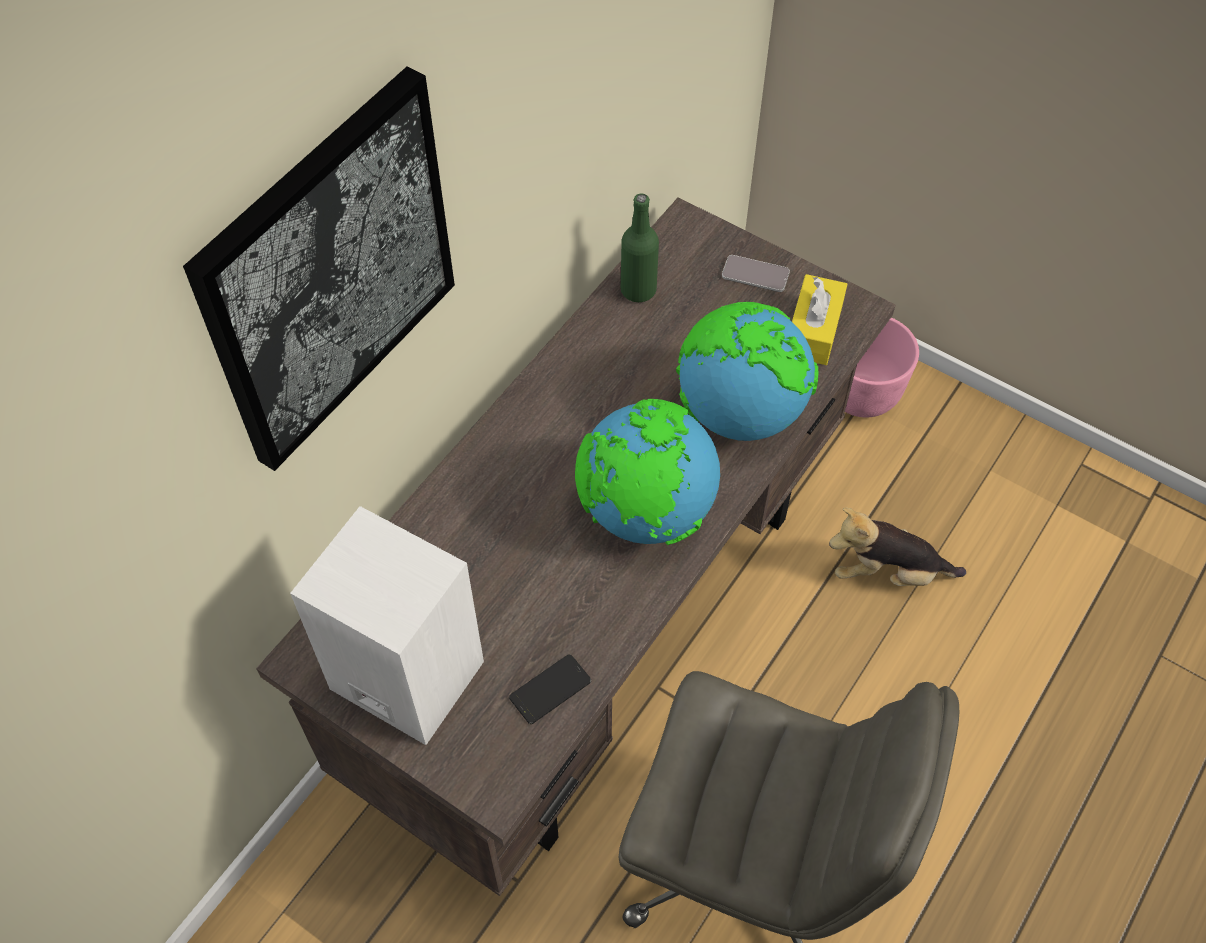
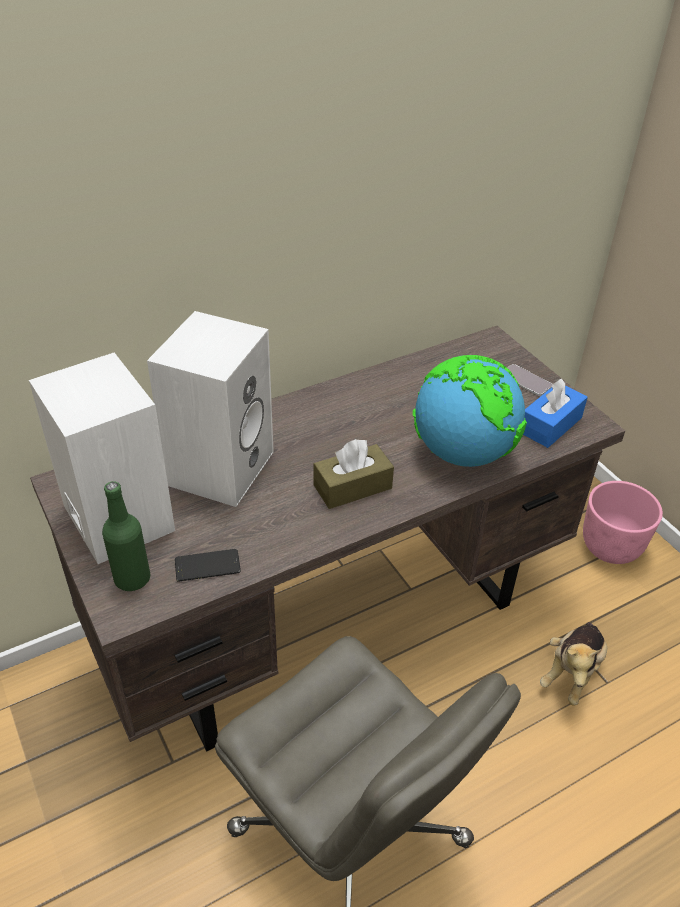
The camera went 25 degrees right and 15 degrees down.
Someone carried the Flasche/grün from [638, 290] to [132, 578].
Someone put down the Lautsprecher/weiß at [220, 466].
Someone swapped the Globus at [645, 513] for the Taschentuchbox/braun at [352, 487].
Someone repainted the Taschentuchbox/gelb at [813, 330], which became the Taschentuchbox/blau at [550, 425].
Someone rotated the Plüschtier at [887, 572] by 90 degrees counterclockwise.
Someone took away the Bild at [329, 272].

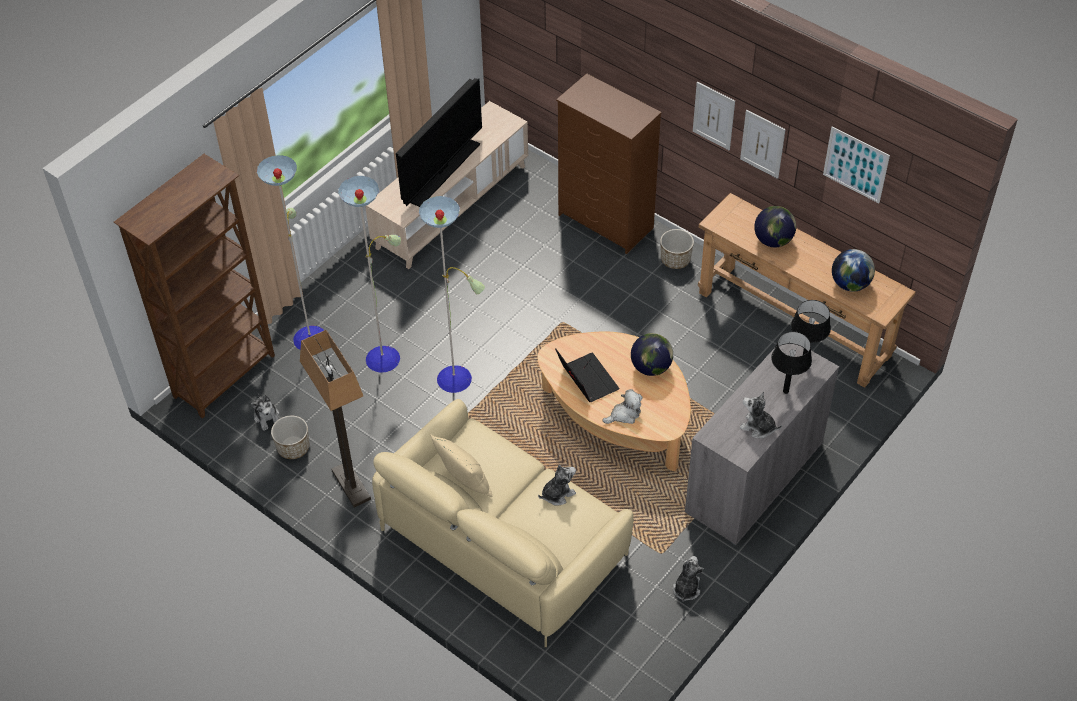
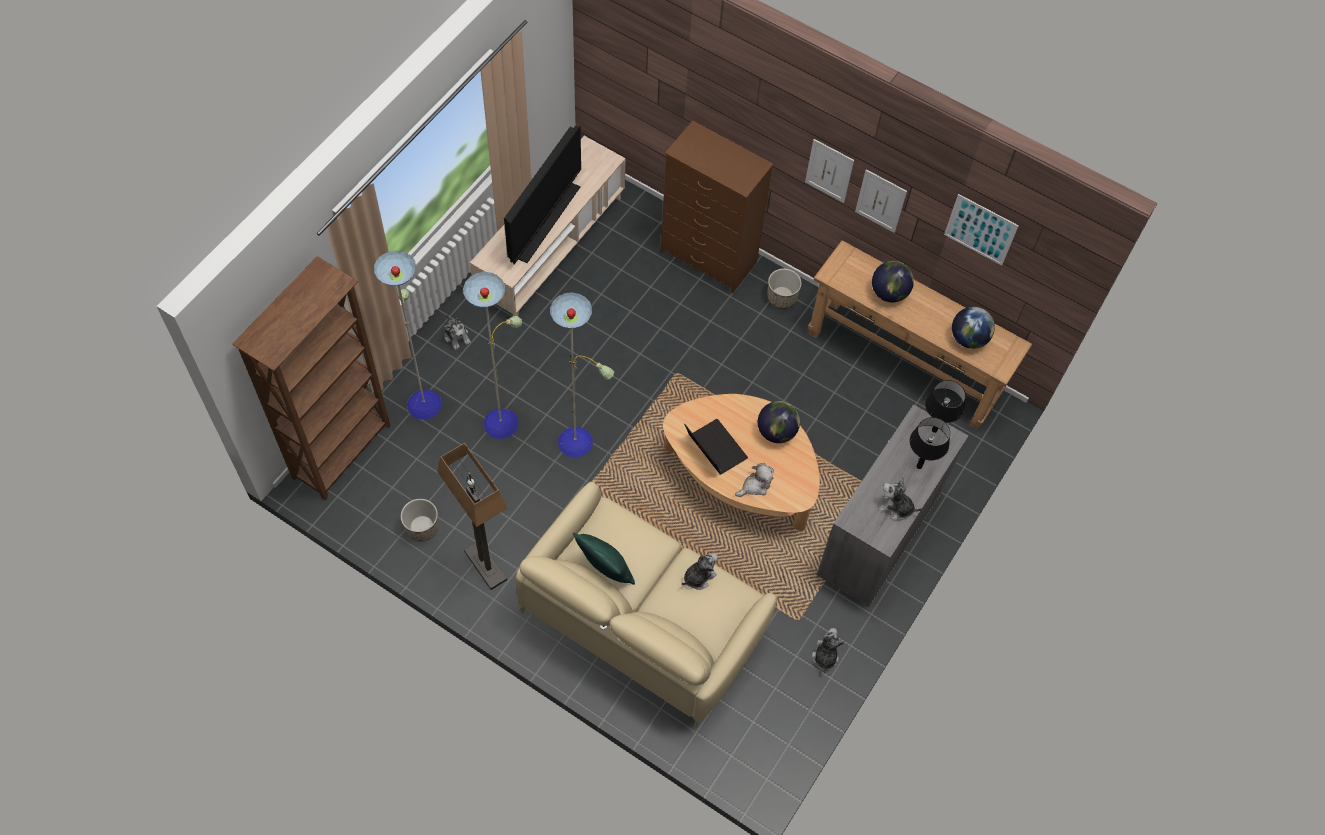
The camera went 10 degrees left and 10 degrees up.
Someone carried the Plüschtier from [267, 417] to [457, 336].
Someone repainted the Kissen/beige at [464, 482], which became the Kissen/grün at [605, 569].

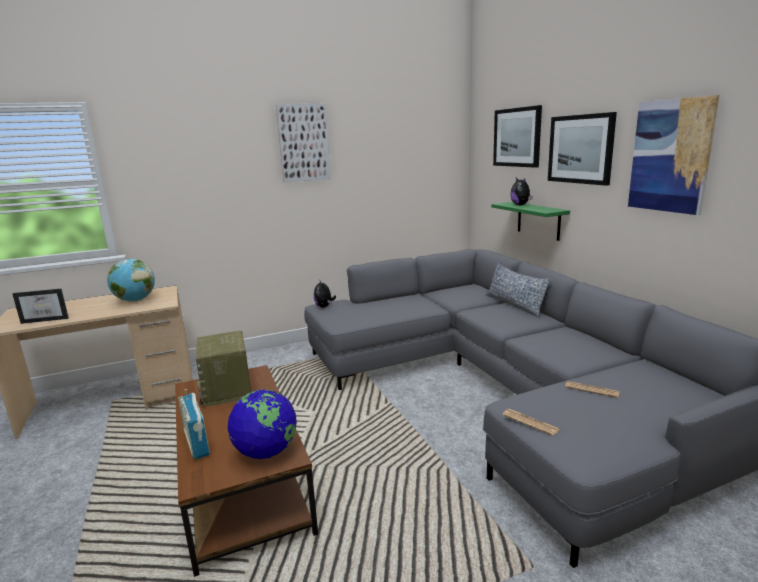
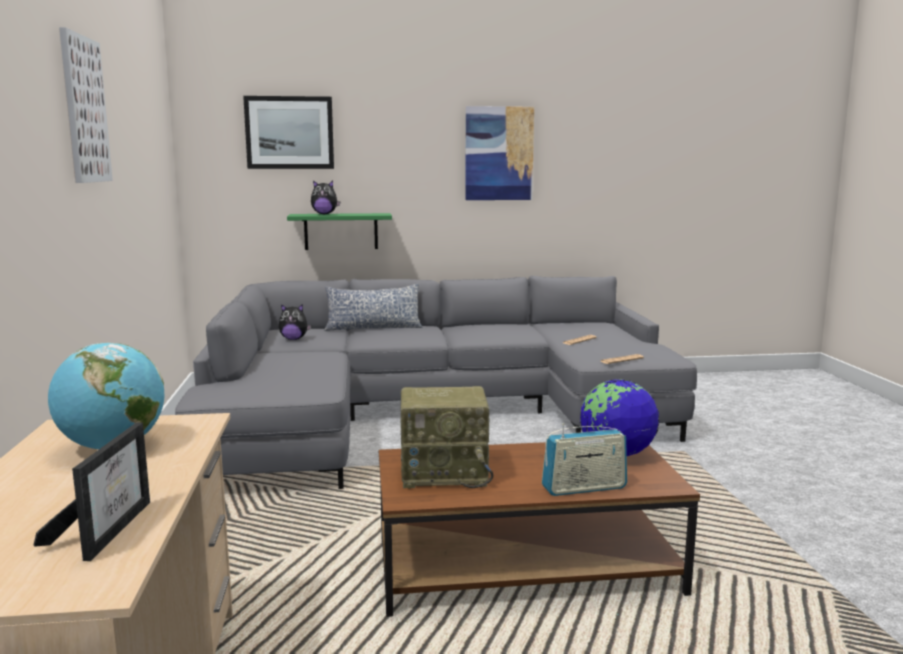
The camera went 75 degrees left and 5 degrees down.
Someone carried the Plüschtier from [324, 306] to [294, 339].
Someone took away the Bild at [580, 149].

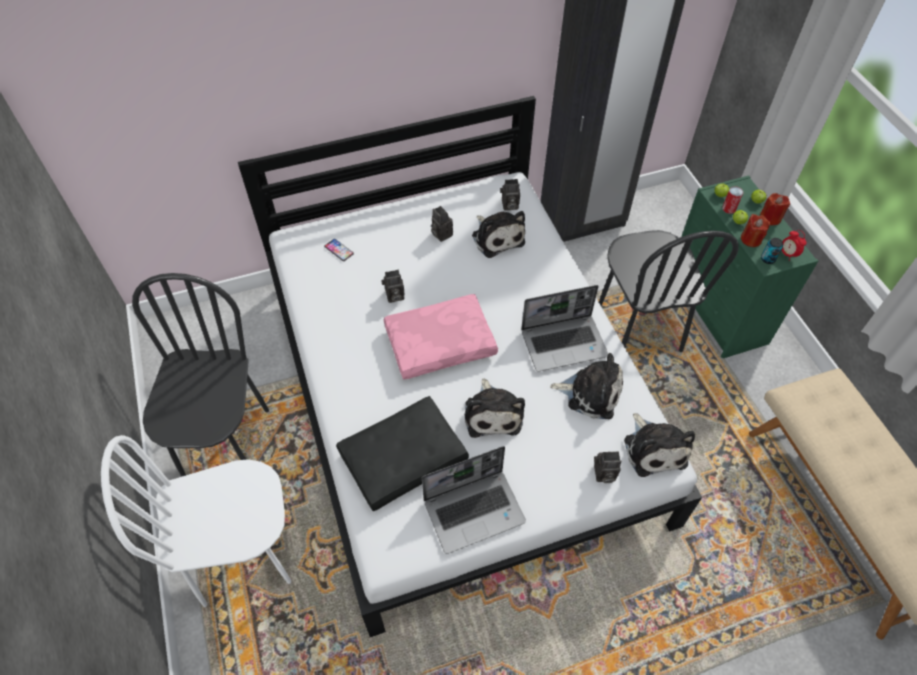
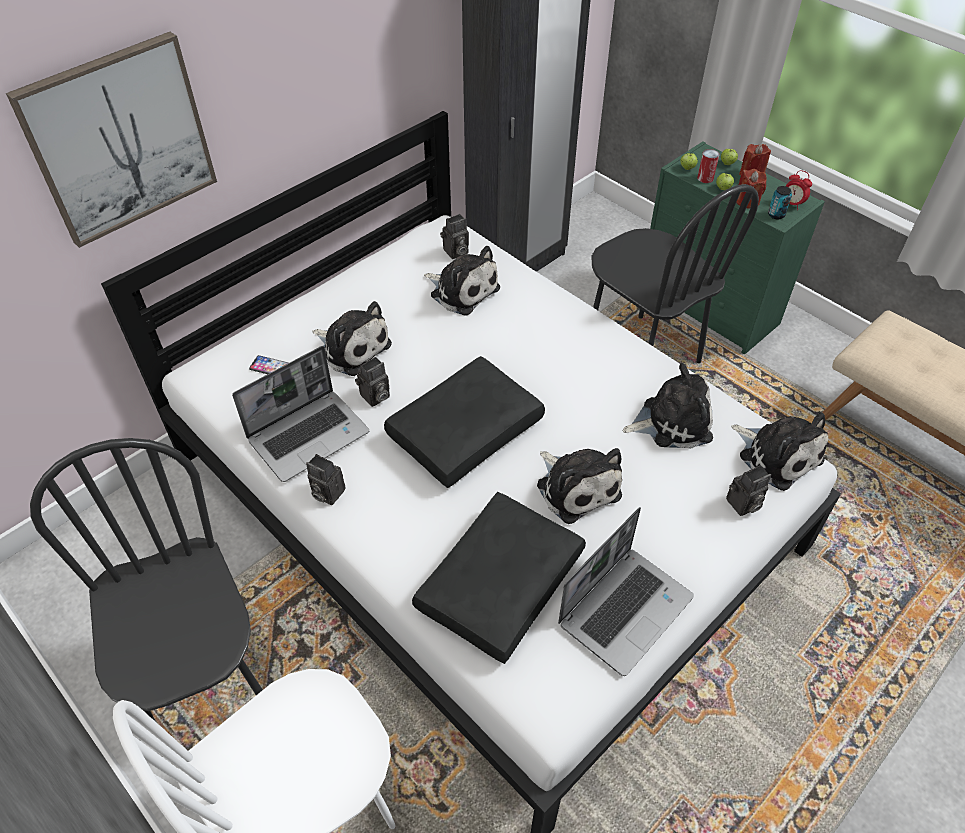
The camera went 25 degrees left and 5 degrees down.
Someone put up the Bild at [120, 140].
Someone carried the Laptop from [564, 343] to [309, 435].
Someone carried the Kamera from [440, 234] to [326, 493].
Someone put down the Plüschtier at [351, 348].
Someone repainted the Kissen/rosa at [440, 342], which became the Kissen/schwarz at [464, 429].

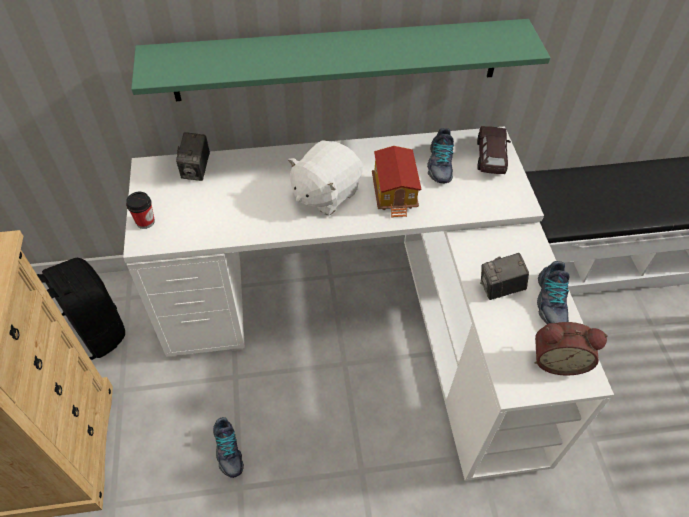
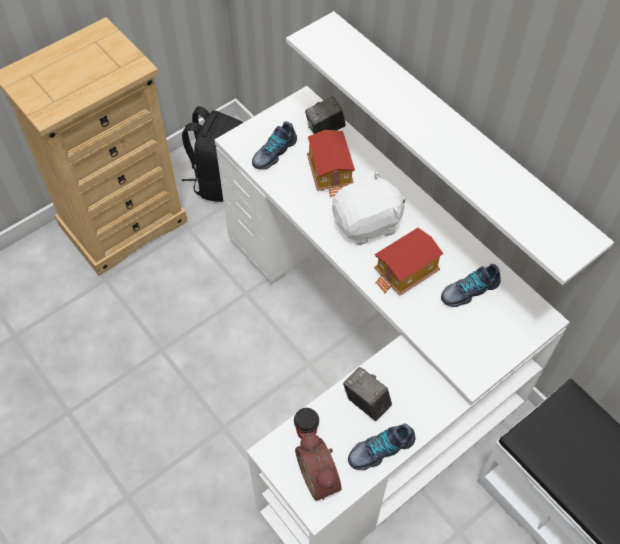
The camera went 60 degrees right and 5 degrees up.
Someone carried the Schuh from [227, 450] to [273, 152].
Someone repainted the Wandregal/grün at [337, 60], which became the Wandregal/weiß at [455, 137].
Someone carried the Tasse from [145, 221] to [306, 431].
Someone put down the Spielzeughaus at [331, 173].
Someone rotated the Plüschtier/weiß at [325, 193] by 150 degrees clockwise.
Someone took away the Spielzeugauto/braun at [490, 157].

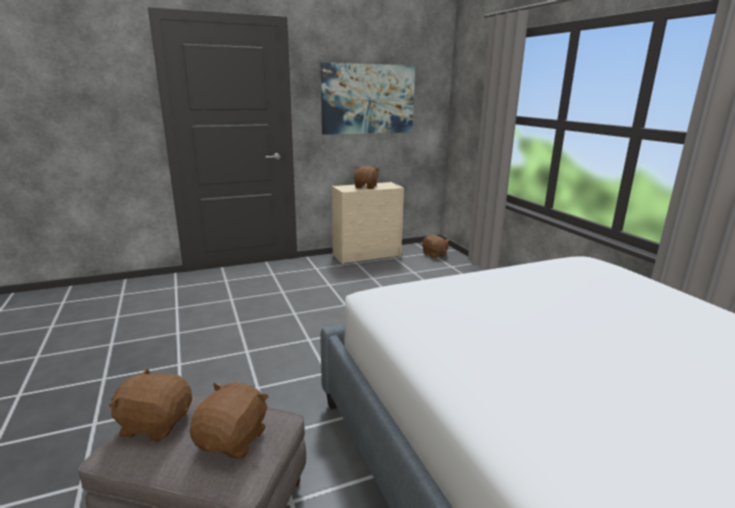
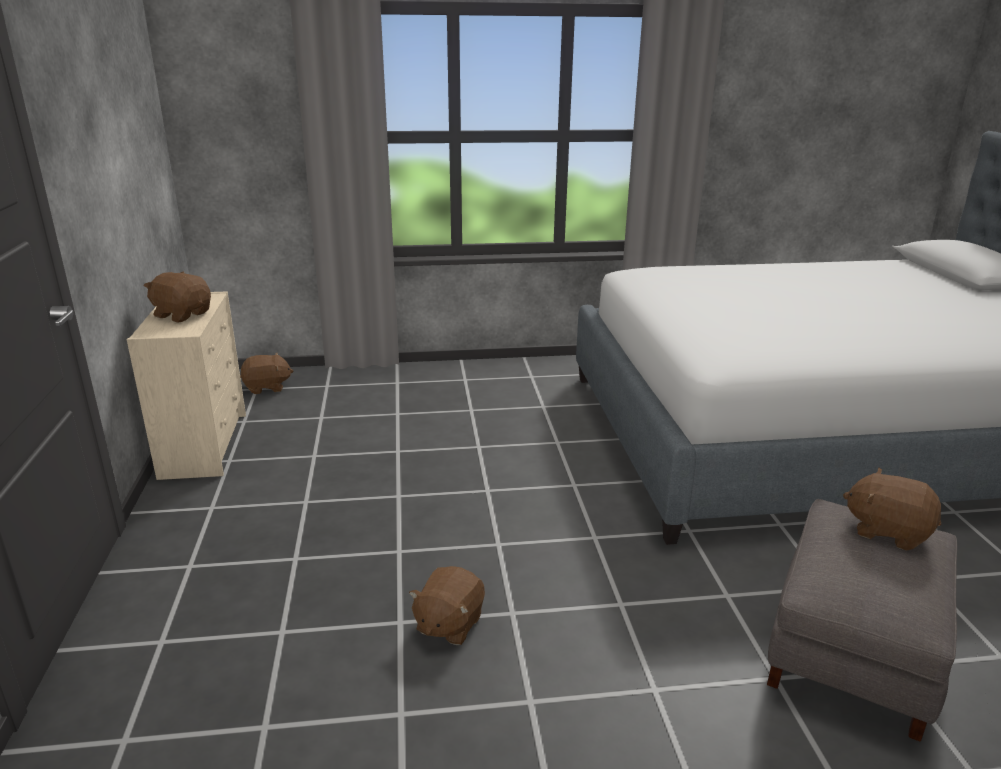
The camera went 75 degrees left and 5 degrees up.
Someone carried the Plüschtier/braun from [155, 424] to [448, 624].
Someone took away the Bild at [368, 99].

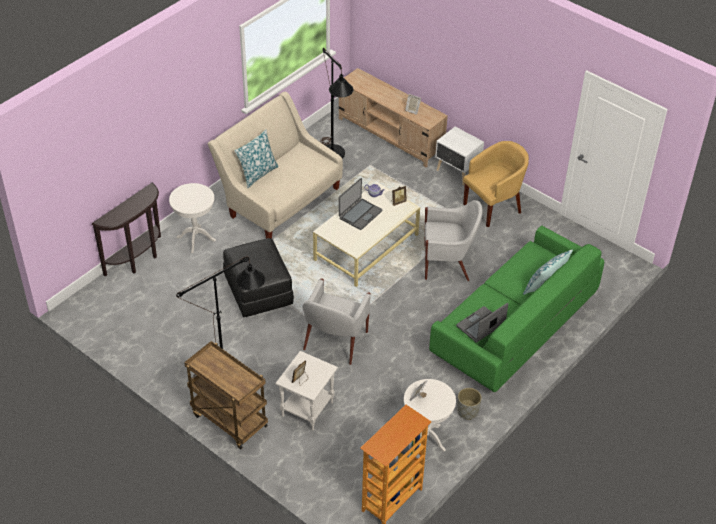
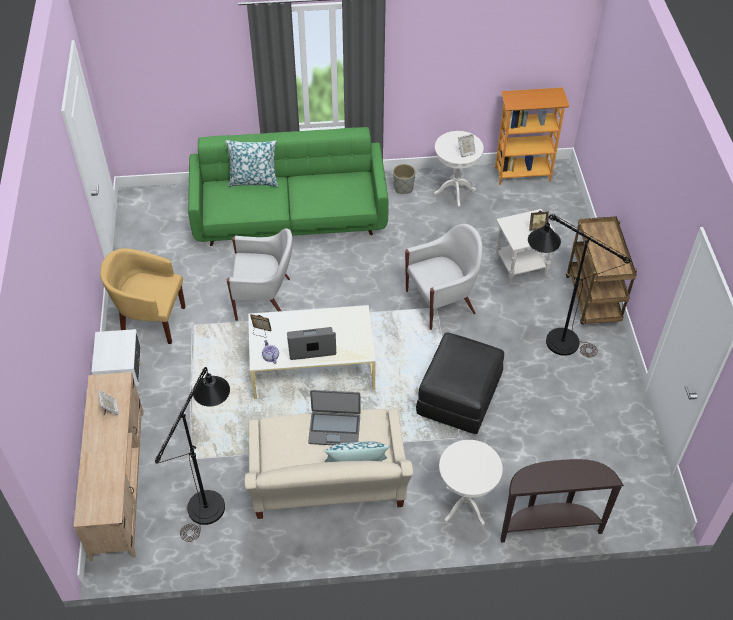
The camera went 135 degrees left and 5 degrees up.
Someone rotated the Sessel/weiß at [448, 263] by 135 degrees clockwise.
Someone carried the Laptop from [481, 325] to [334, 428].

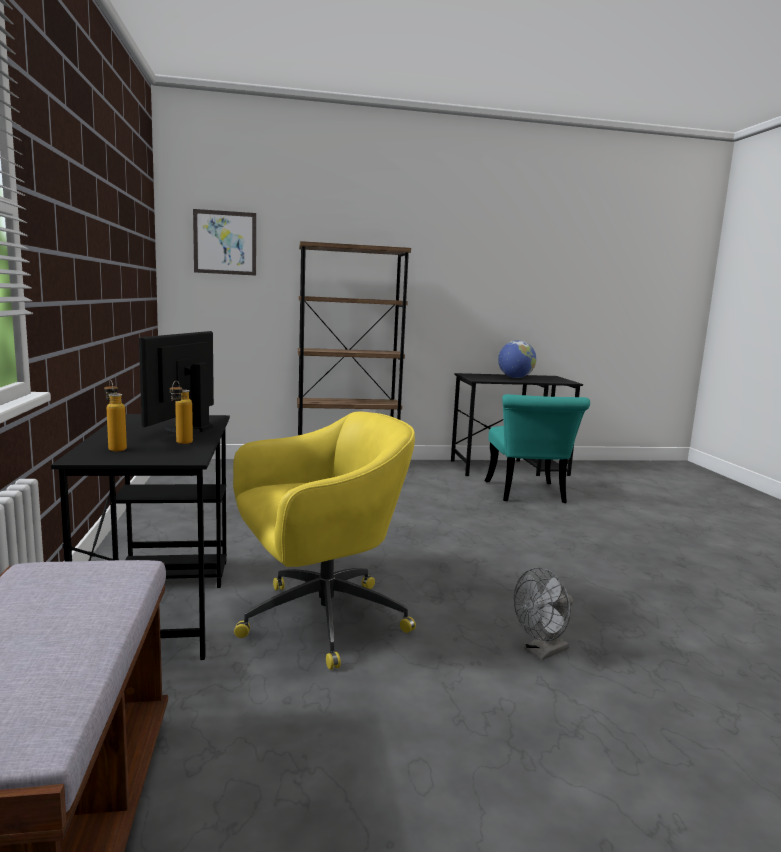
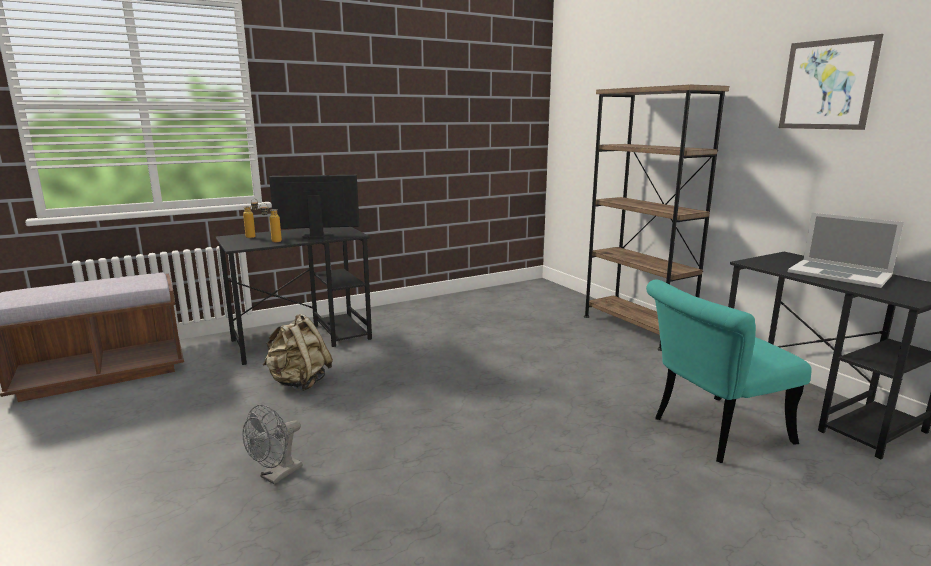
The camera went 70 degrees right and 5 degrees up.
Someone rotated the Ventilator/grau at [542, 652] by 90 degrees counterclockwise.
Someone swapped the Bürostuhl/gelb at [319, 620] for the Rucksack/beige at [299, 383].
Someone carried the Bild from [225, 242] to [827, 84].
Someone swapped the Globus at [515, 378] for the Laptop at [839, 273].

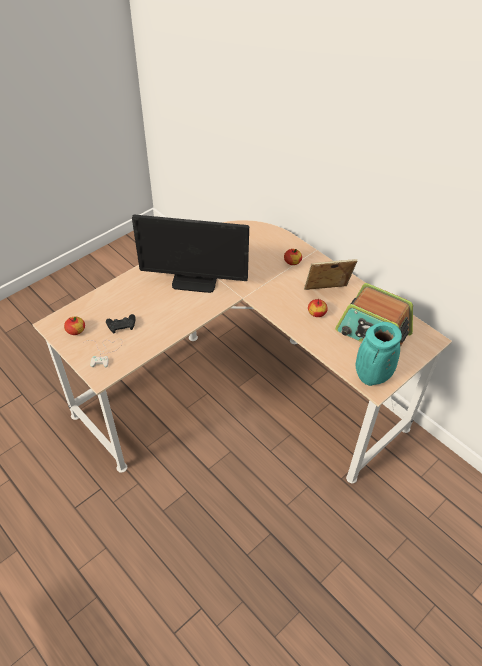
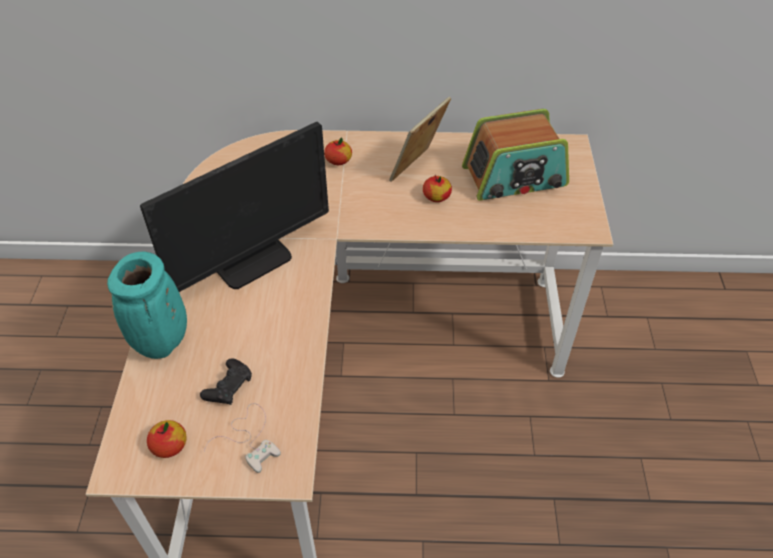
The camera went 45 degrees left and 0 degrees up.
Someone carried the Vase/türkis from [372, 378] to [163, 344].

